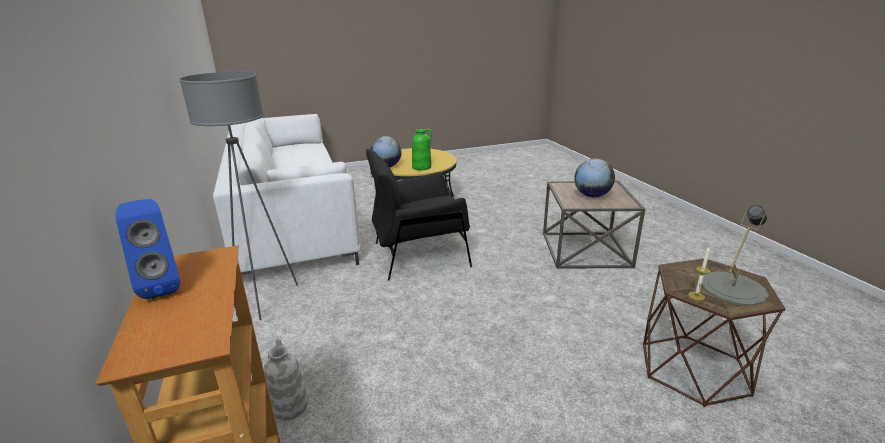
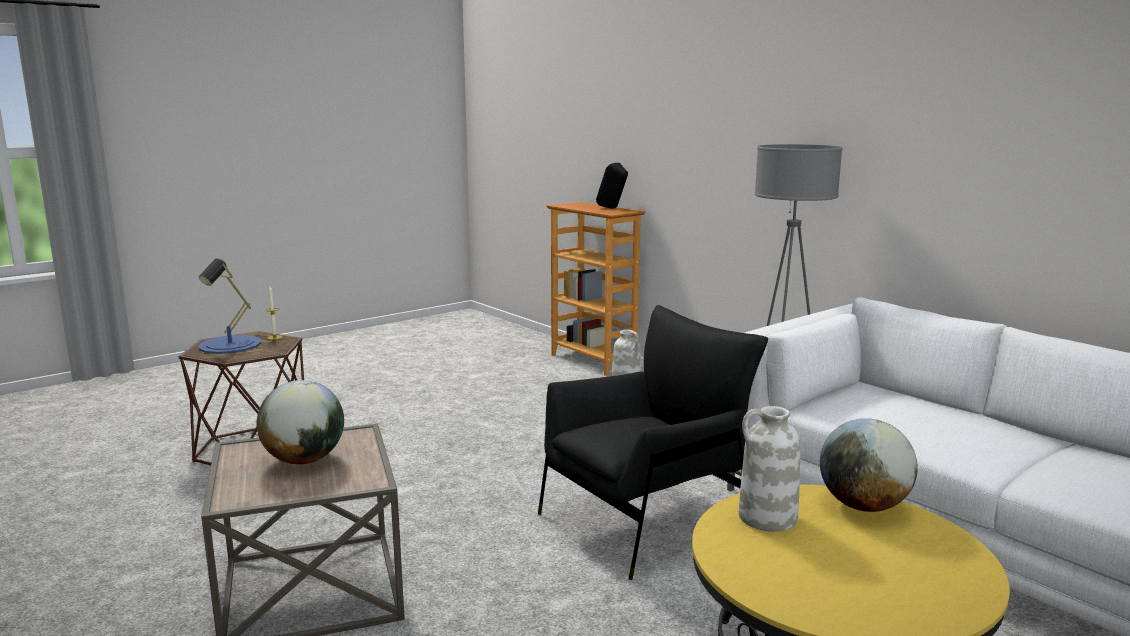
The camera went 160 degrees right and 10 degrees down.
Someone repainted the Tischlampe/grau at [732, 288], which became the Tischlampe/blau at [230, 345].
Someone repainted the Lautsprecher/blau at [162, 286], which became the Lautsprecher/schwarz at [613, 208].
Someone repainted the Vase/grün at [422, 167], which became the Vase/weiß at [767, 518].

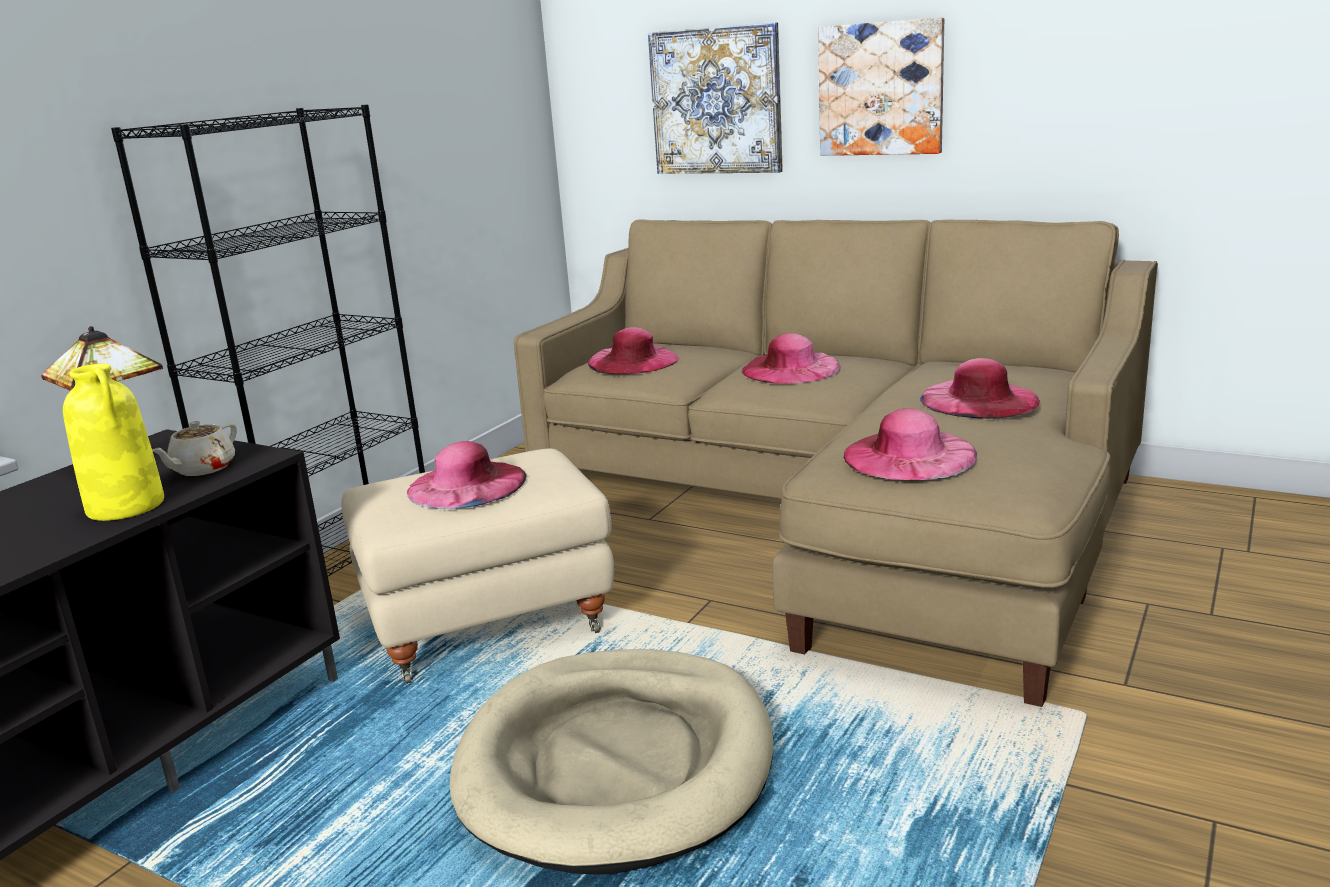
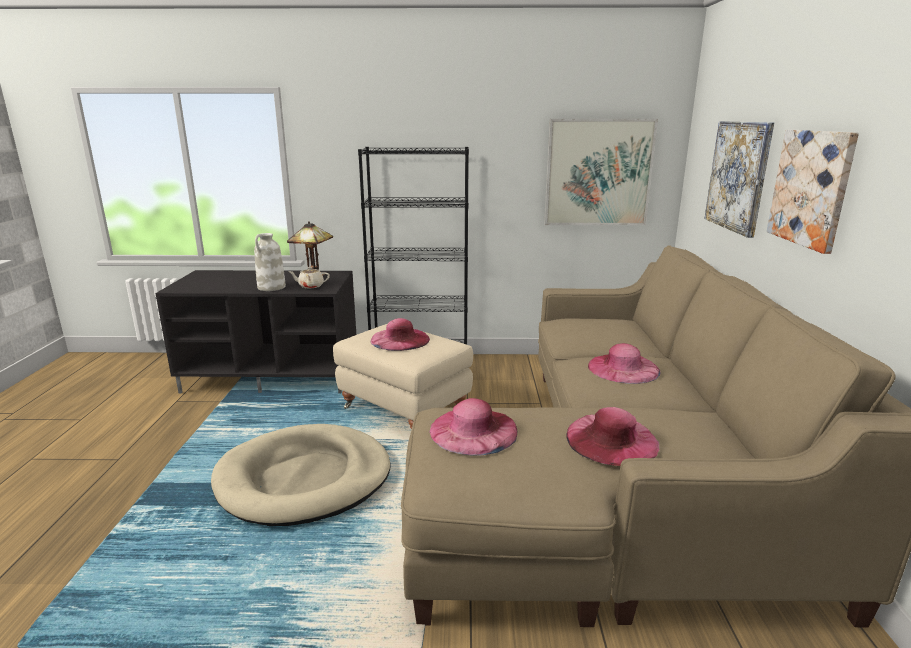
The camera went 60 degrees right and 0 degrees up.
Someone repainted the Vase/gelb at [127, 506], which became the Vase/weiß at [271, 287].
Someone put up the Bild at [598, 173].
Someone took away the Hut/rosa at [633, 360].

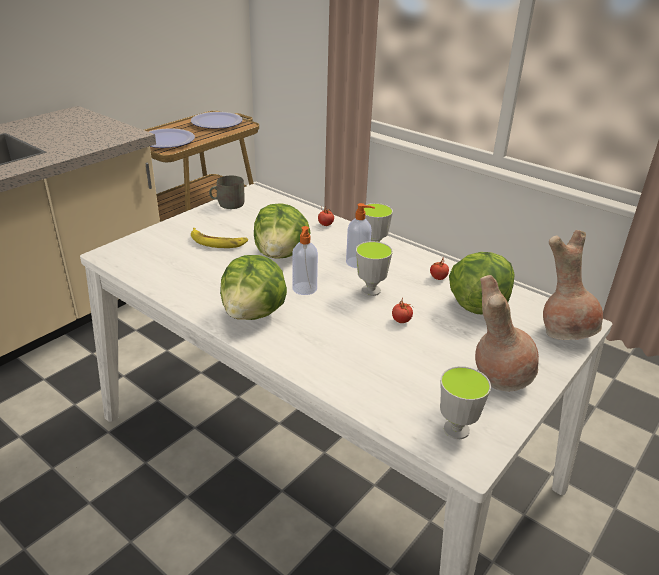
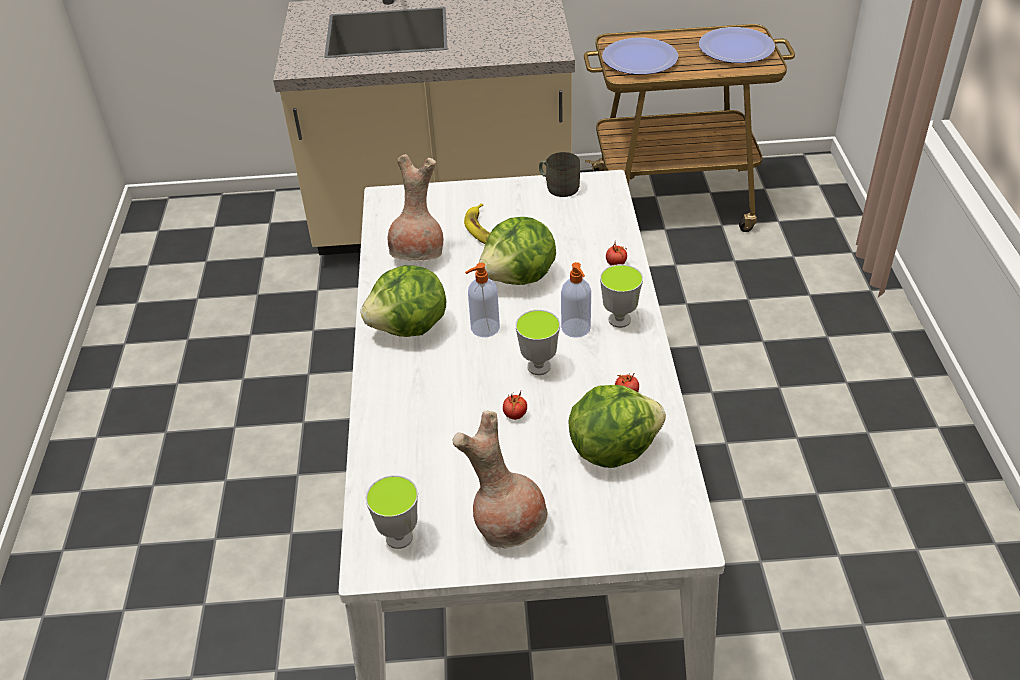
The camera went 50 degrees right and 10 degrees up.
Someone carried the Vase/braun from [565, 332] to [419, 256].

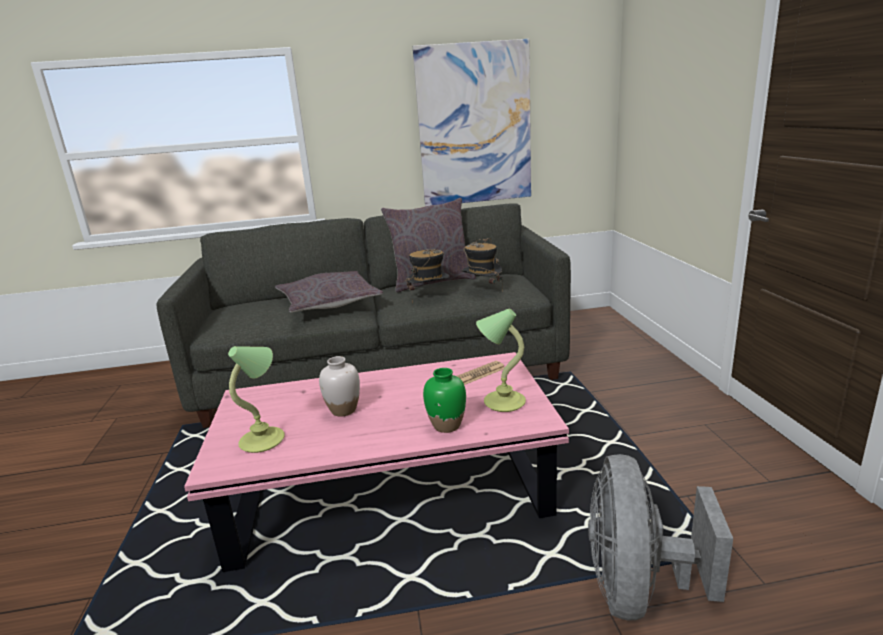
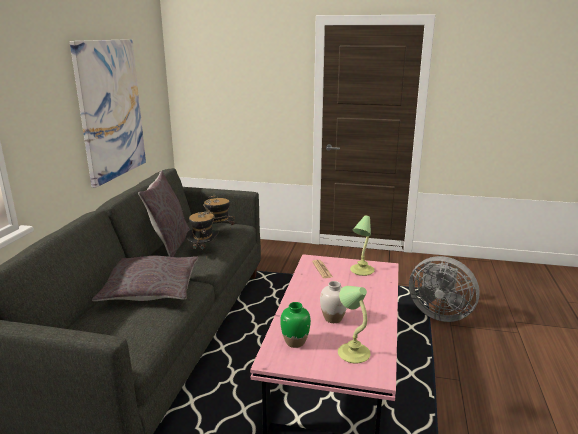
The camera went 70 degrees left and 0 degrees up.
Someone carried the Vase/grün from [446, 426] to [295, 342].

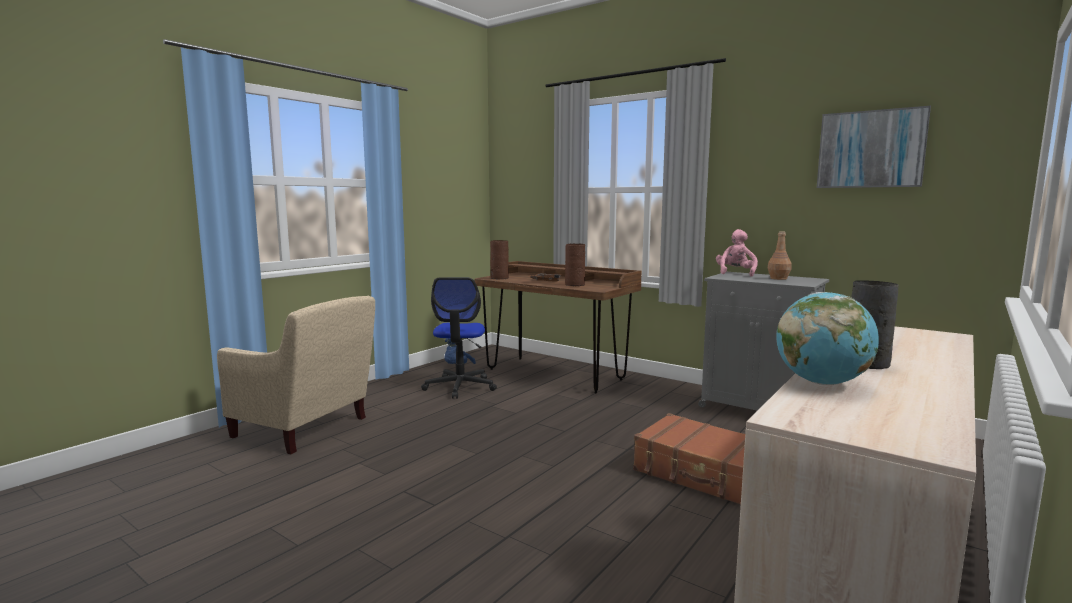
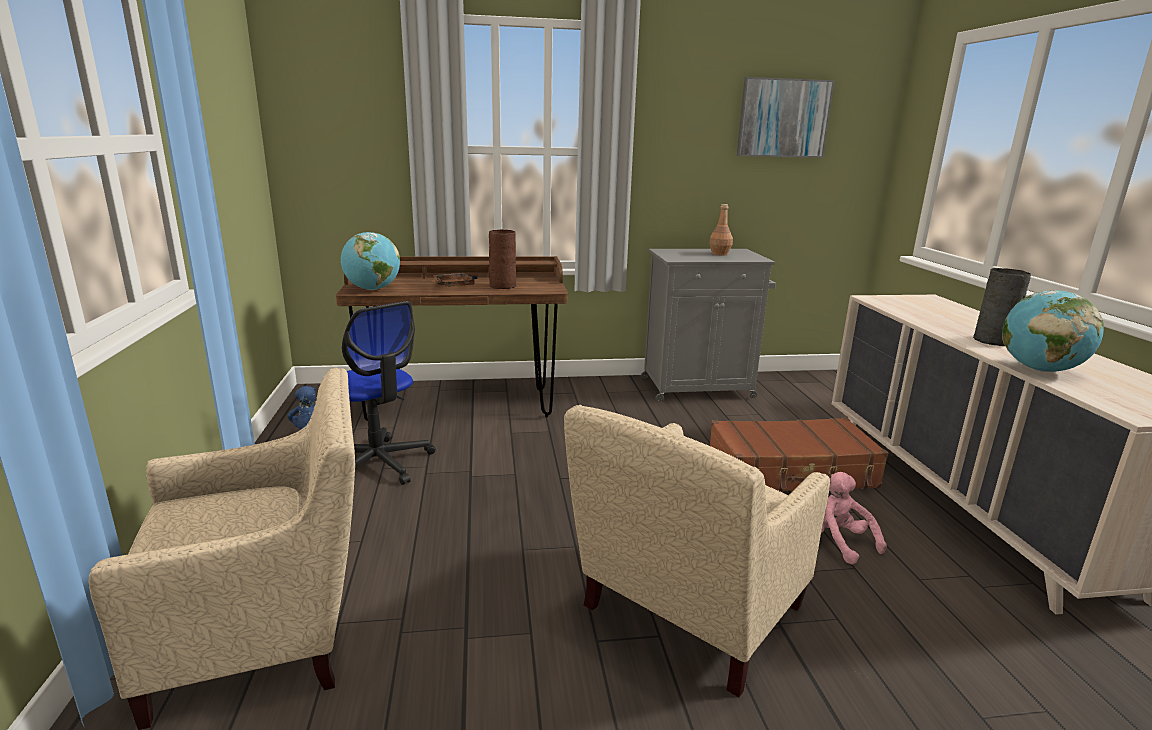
The camera went 45 degrees left and 10 degrees up.
Someone swapped the Vase/braun at [499, 278] for the Globus at [372, 289].
Someone put down the Sessel/beige at [684, 614].
Someone carried the Plüschtier/rosa from [735, 273] to [839, 542].

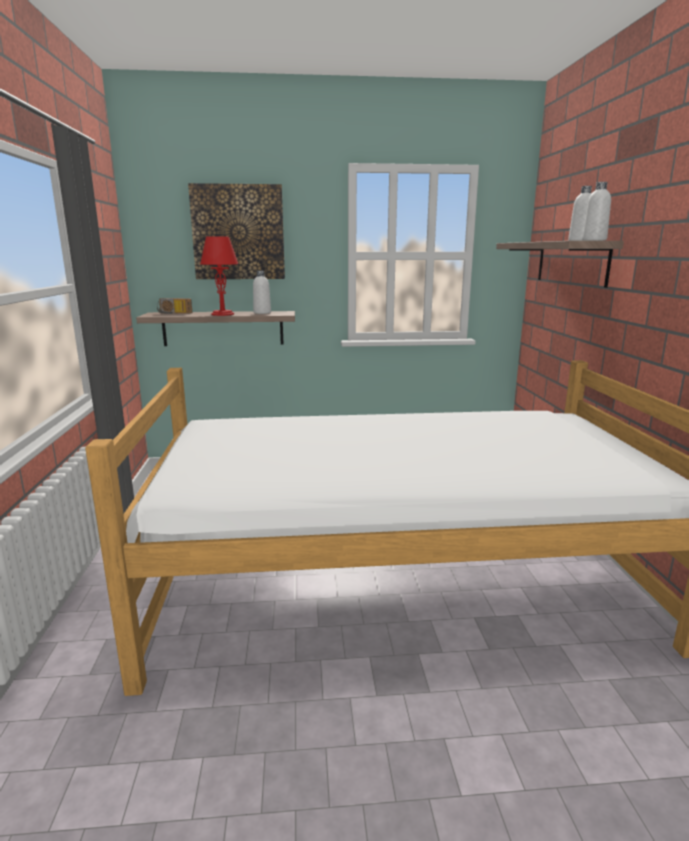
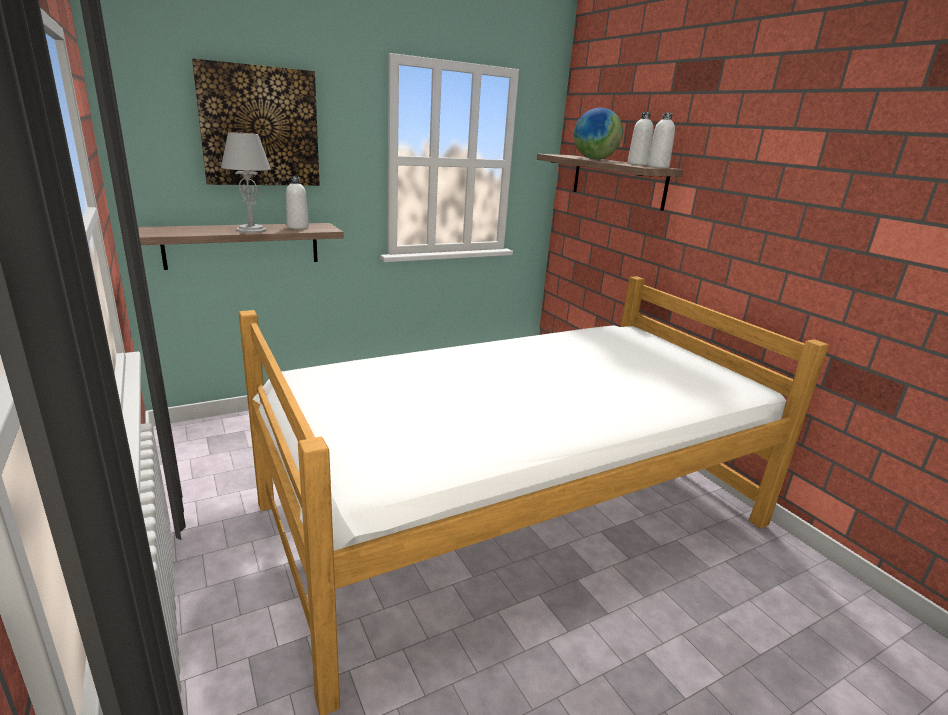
The camera went 25 degrees left and 5 degrees up.
Someone repainted the Tischlampe/rot at [222, 314], which became the Tischlampe/grau at [251, 230].
Someone put down the Globus at [594, 159].
Someone took away the Radio at [174, 313].

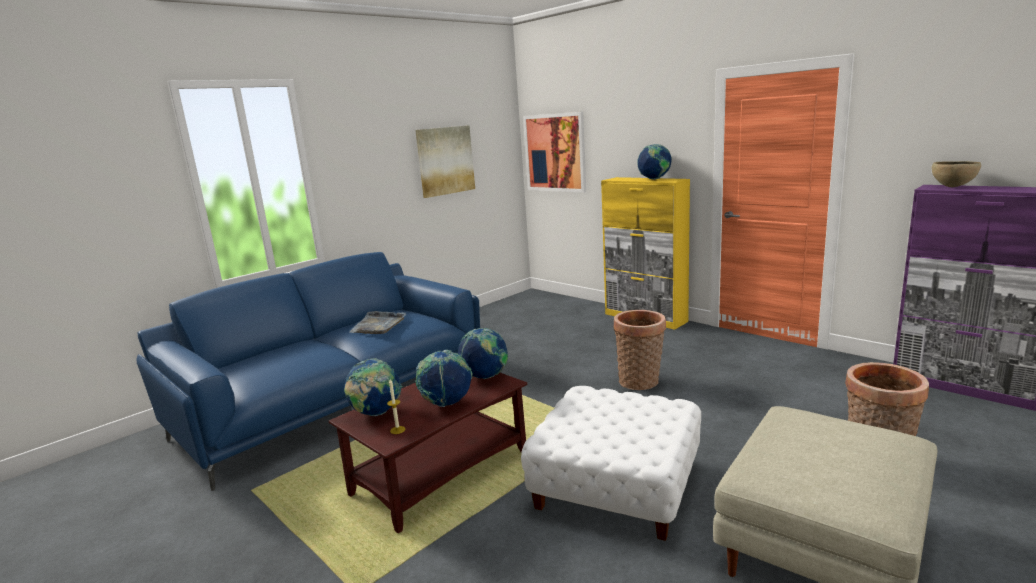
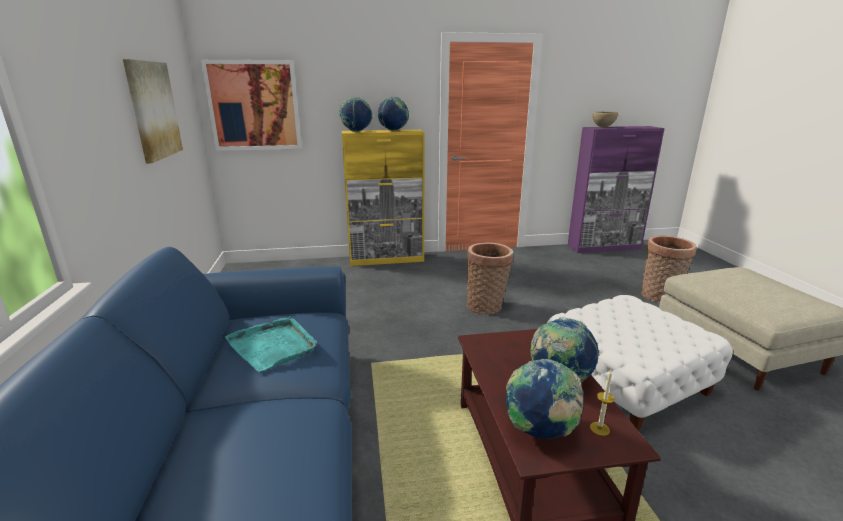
The camera went 55 degrees left and 5 degrees up.
Someone repainted the Tablett/grau at [378, 325], which became the Tablett/türkis at [273, 346].
Someone carried the Globus from [485, 377] to [356, 131].

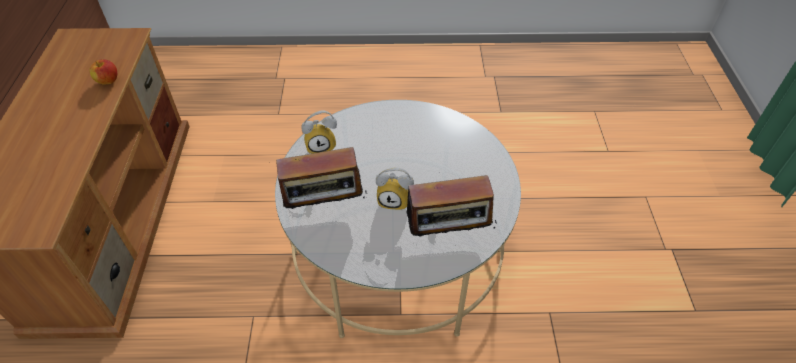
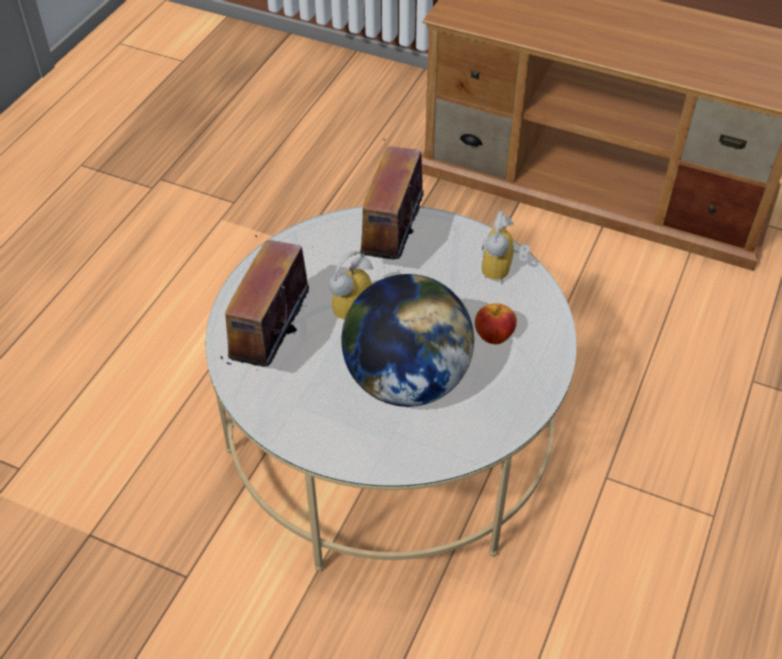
The camera went 115 degrees right and 0 degrees up.
Someone put down the Globus at [406, 381].
Someone carried the Apfel from [108, 81] to [494, 336].

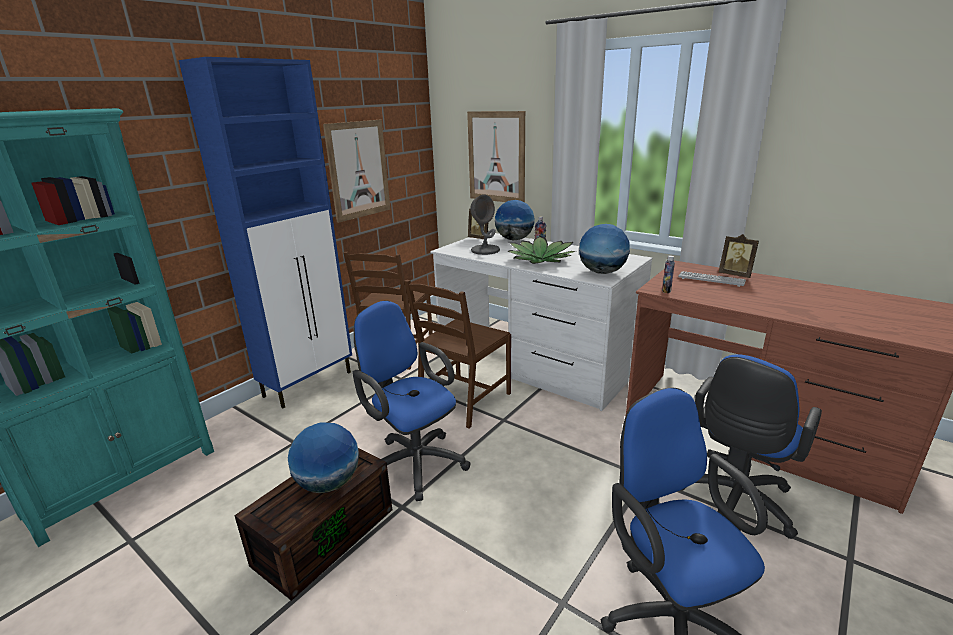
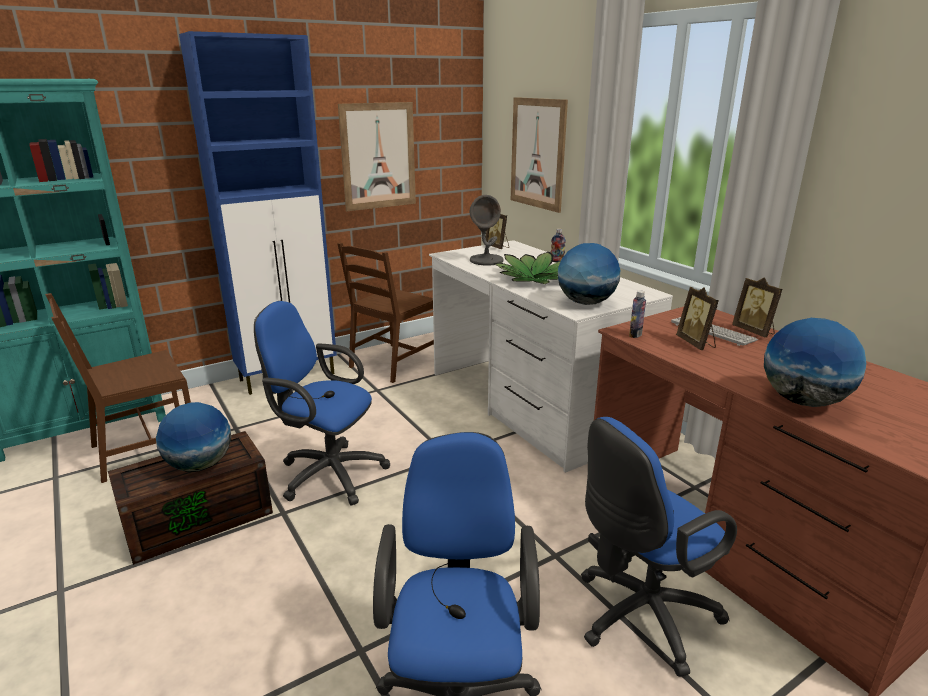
The camera went 20 degrees right and 0 degrees up.
Someone carried the Stuhl/braun from [464, 401] to [144, 450].
Someone rotated the Bürostuhl/blau at [414, 461] by 45 degrees counterclockwise.
Someone put down the Bilderrahmen at [696, 343].
Someone carried the Globus from [514, 239] to [803, 401].

